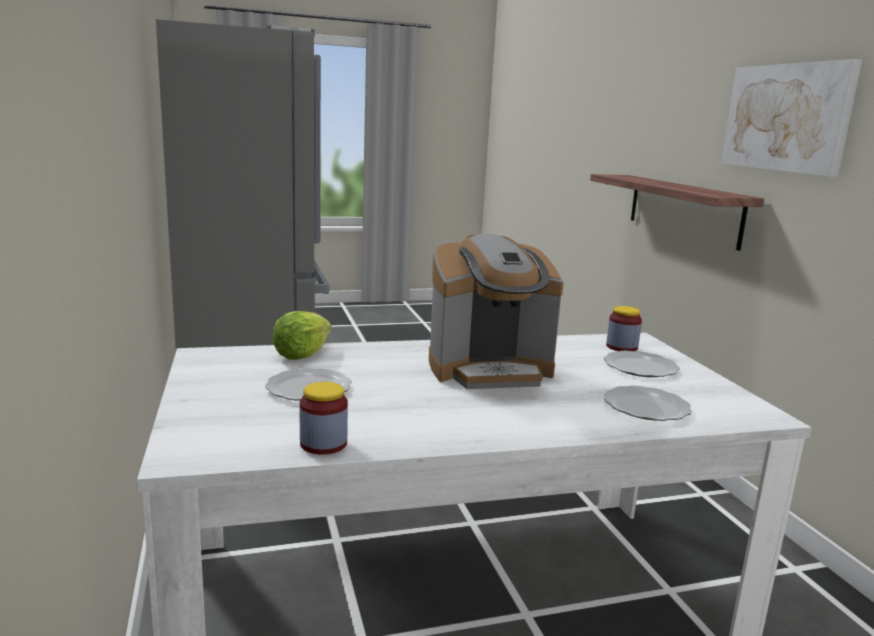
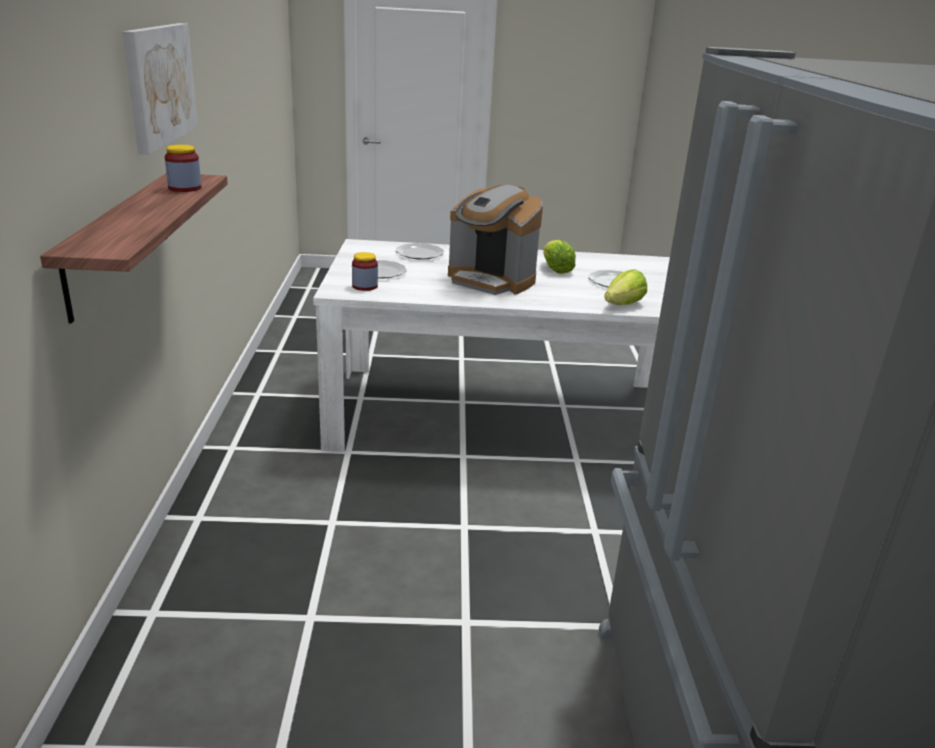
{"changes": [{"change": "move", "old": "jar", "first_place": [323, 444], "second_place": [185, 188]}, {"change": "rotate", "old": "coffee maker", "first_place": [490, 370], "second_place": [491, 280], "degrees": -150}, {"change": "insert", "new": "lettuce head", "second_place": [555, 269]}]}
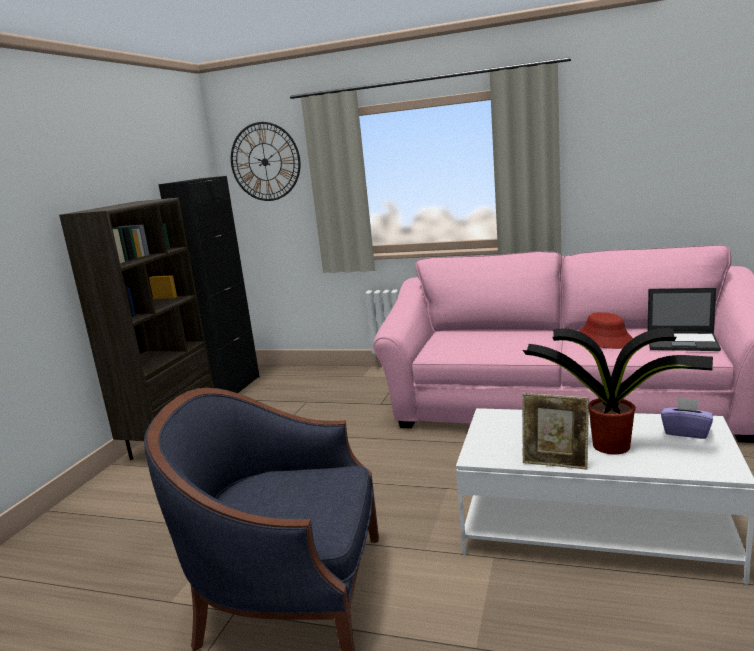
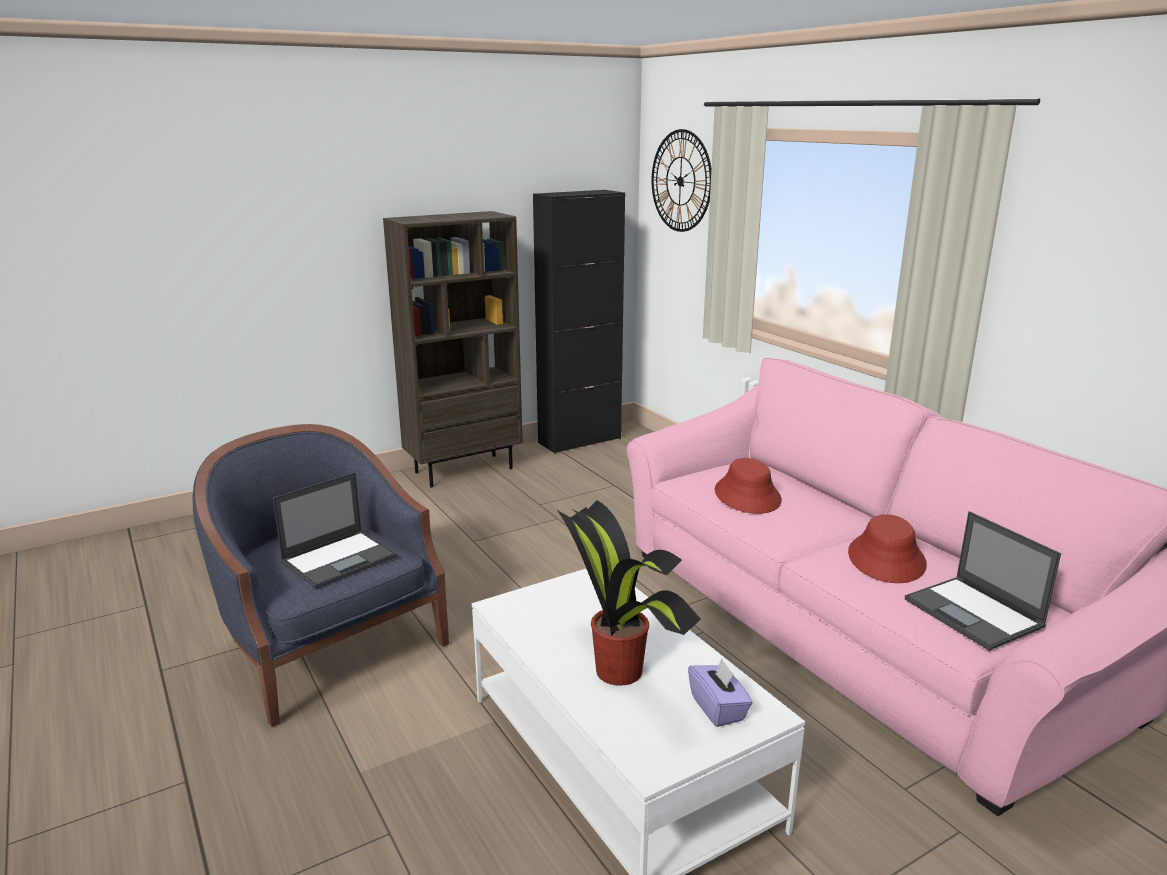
{"changes": [{"change": "insert", "new": "portable computer", "second_place": [340, 559]}, {"change": "insert", "new": "reddish clothing hat", "second_place": [747, 496]}, {"change": "delete", "old": "standing frame", "first_place": [555, 464]}]}
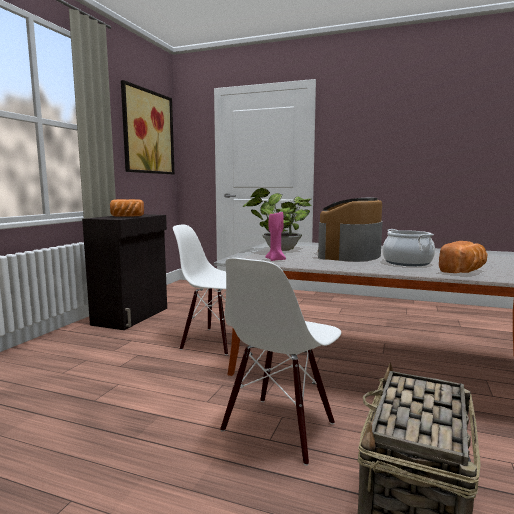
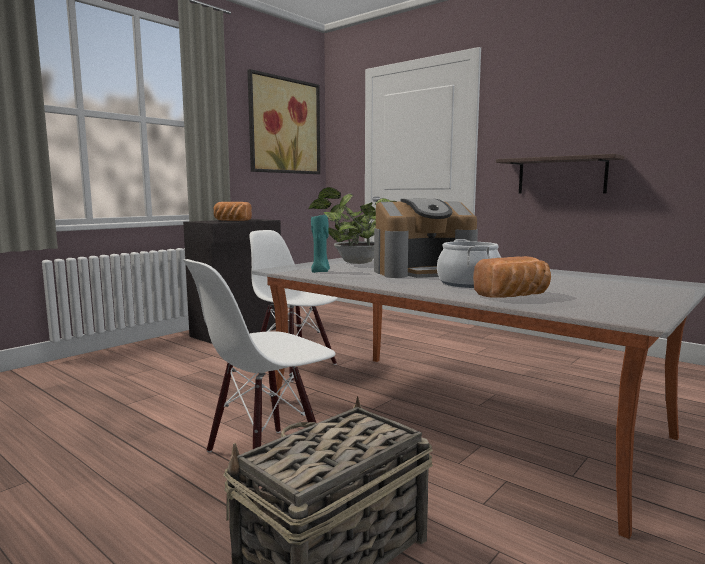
{"changes": [{"change": "recolor", "old": "pink wax light", "new": "turquoise-coloured wax light", "first_place": [276, 259], "second_place": [320, 271]}, {"change": "rotate", "old": "coffee maker", "first_place": [350, 254], "second_place": [423, 271], "degrees": -150}, {"change": "insert", "new": "bracket shelf", "second_place": [561, 175]}]}
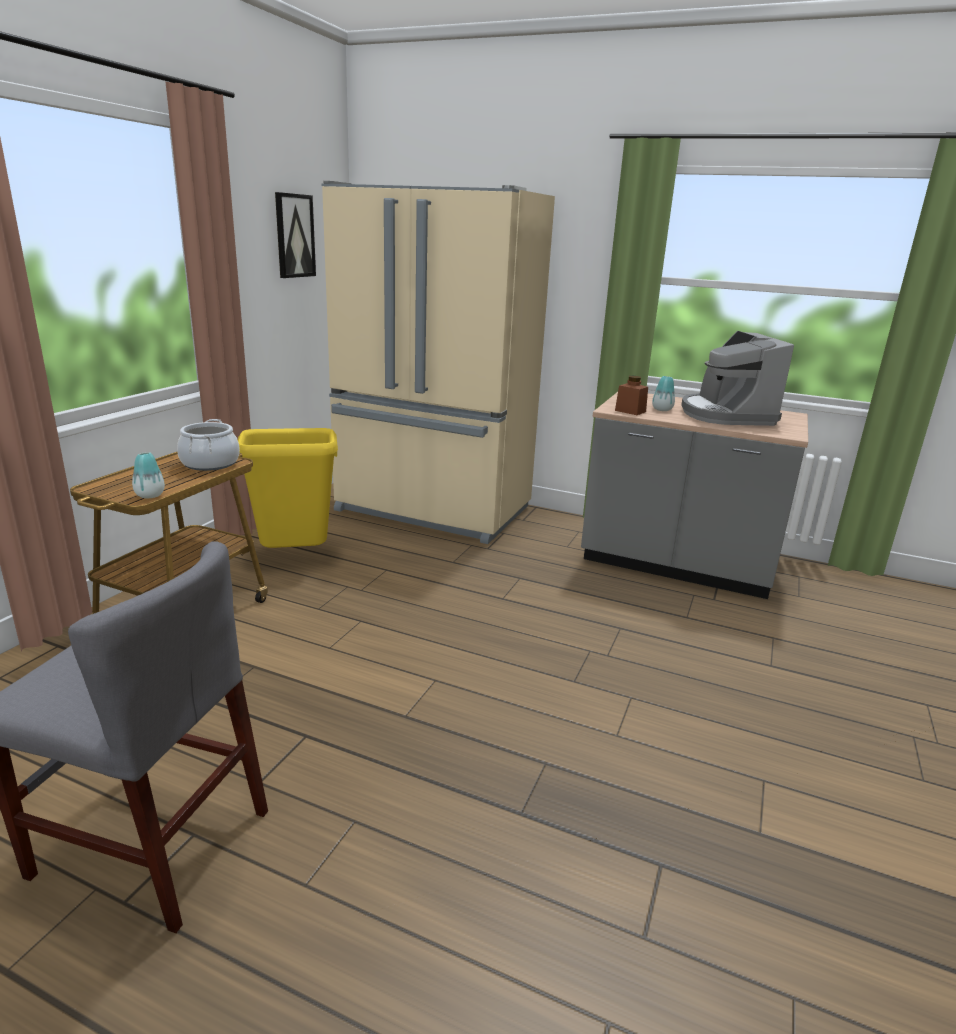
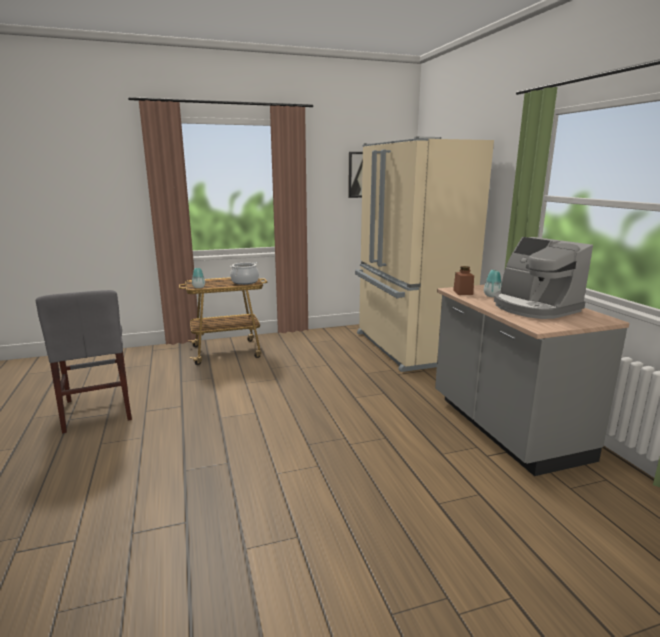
{"changes": [{"change": "rotate", "old": "coffee maker", "first_place": [725, 415], "second_place": [533, 308], "degrees": -75}, {"change": "delete", "old": "yellow waste bin", "first_place": [295, 556]}]}
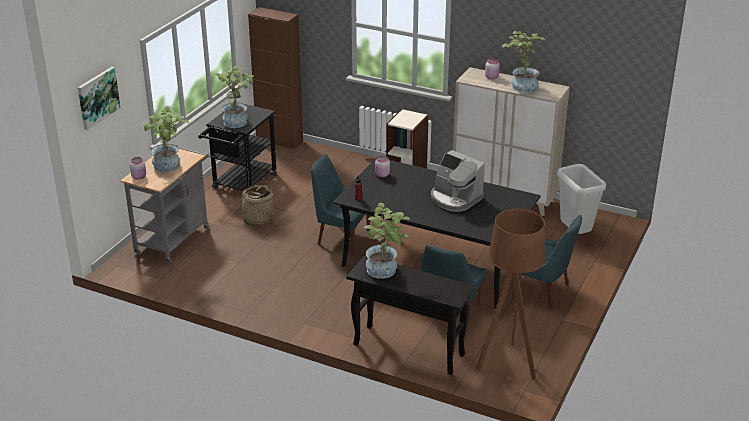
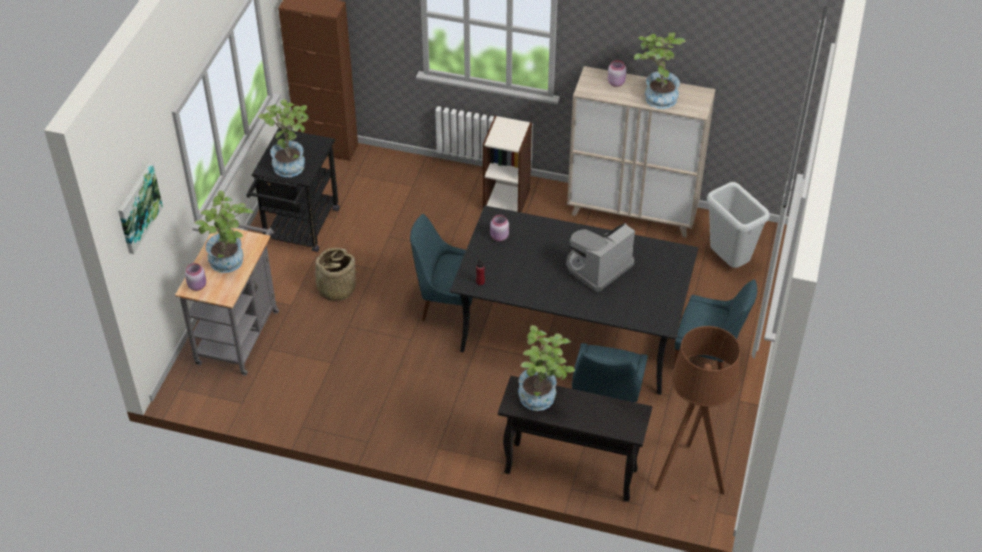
{"changes": [{"change": "rotate", "old": "coffee maker", "first_place": [455, 199], "second_place": [597, 267], "degrees": 105}]}
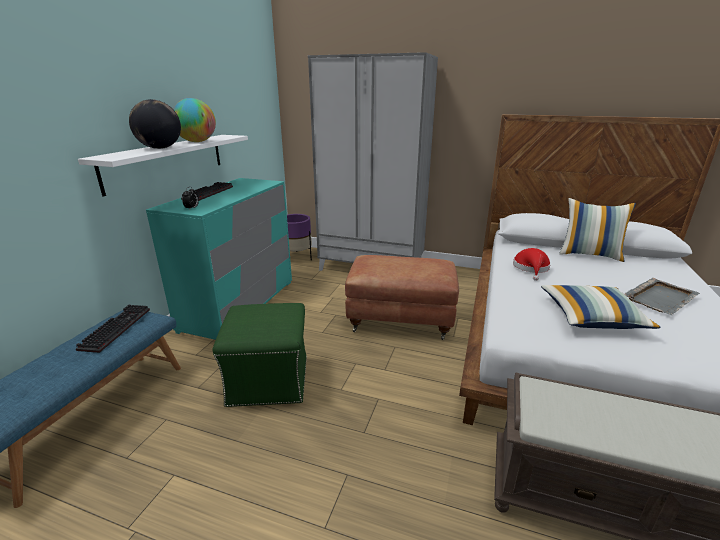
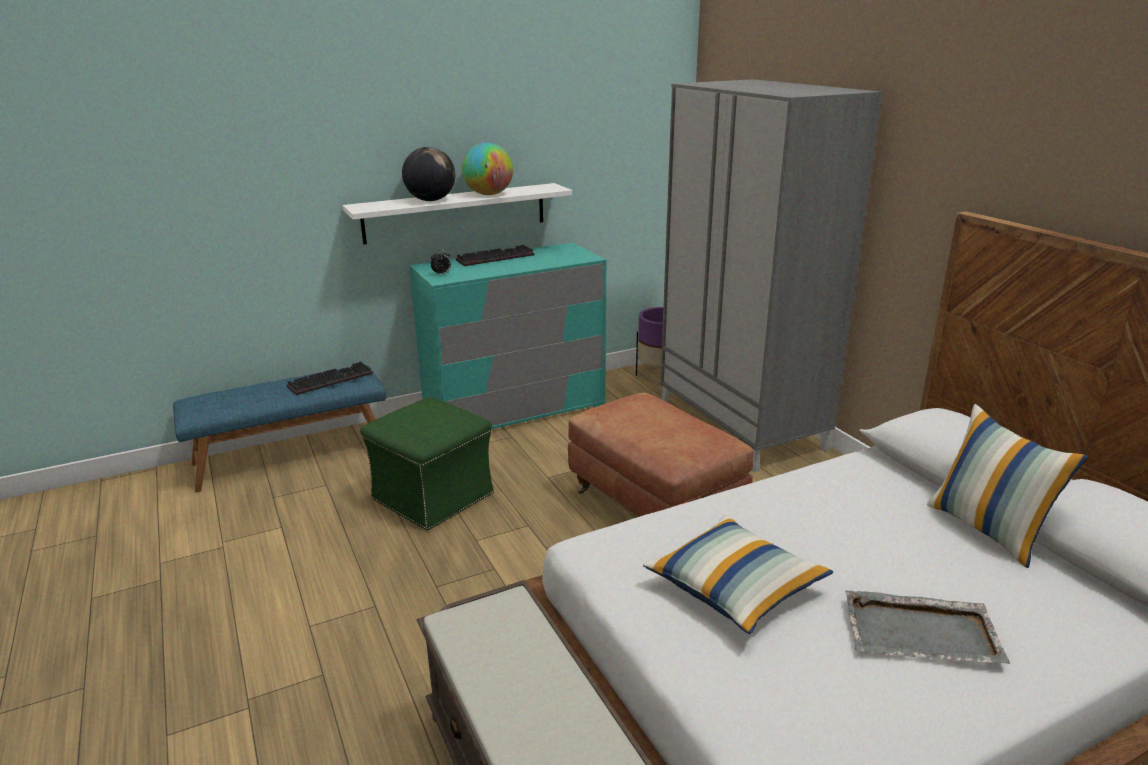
{"changes": [{"change": "delete", "old": "reddish clothing hat", "first_place": [531, 268]}]}
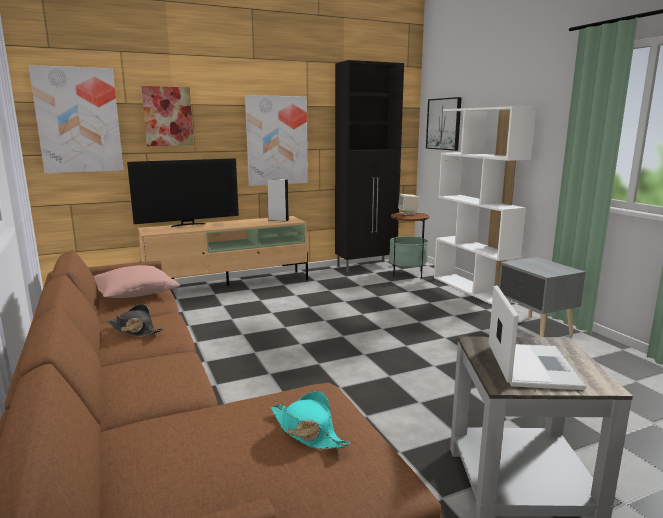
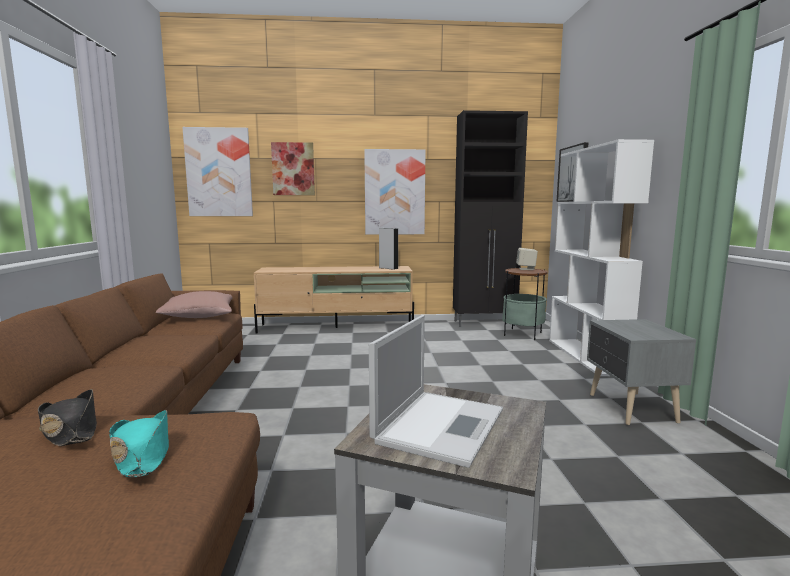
{"changes": [{"change": "move", "old": "black-coloured clothing hat", "first_place": [135, 330], "second_place": [70, 431]}, {"change": "delete", "old": "TV set", "first_place": [188, 225]}]}
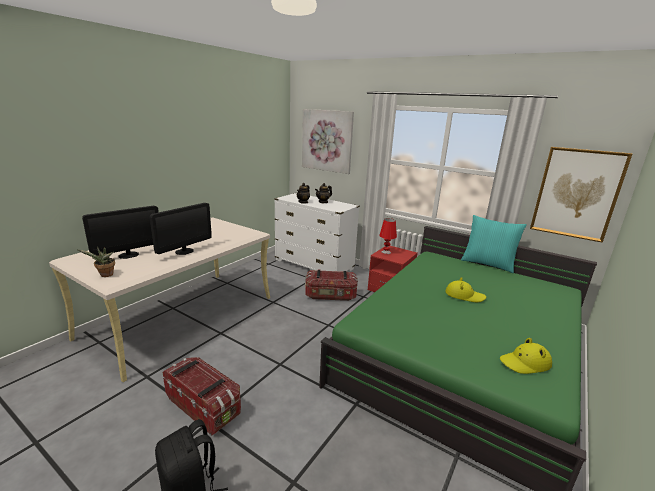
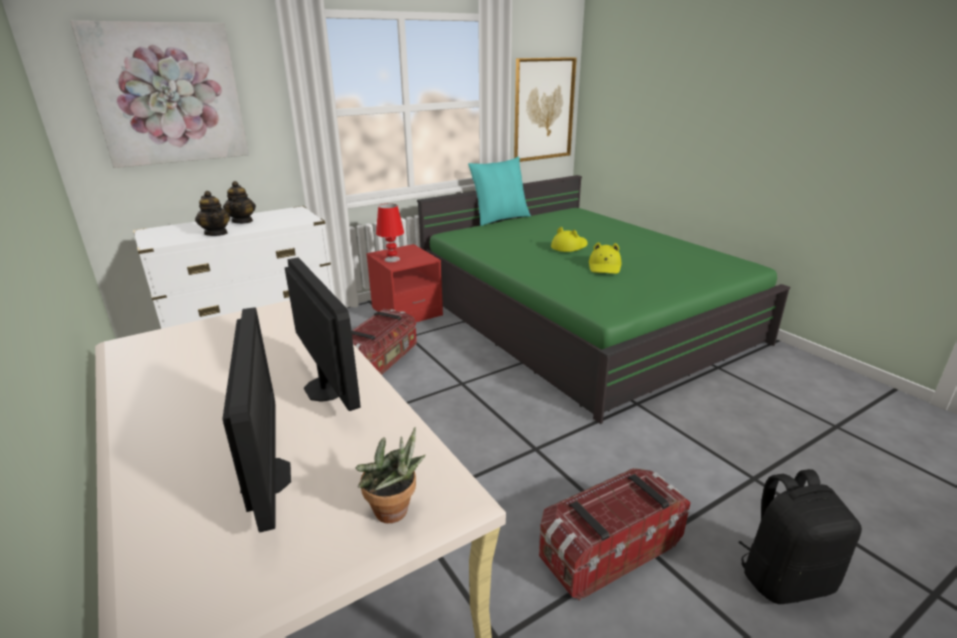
{"changes": [{"change": "move", "old": "yellow clothing hat", "first_place": [525, 363], "second_place": [605, 267]}]}
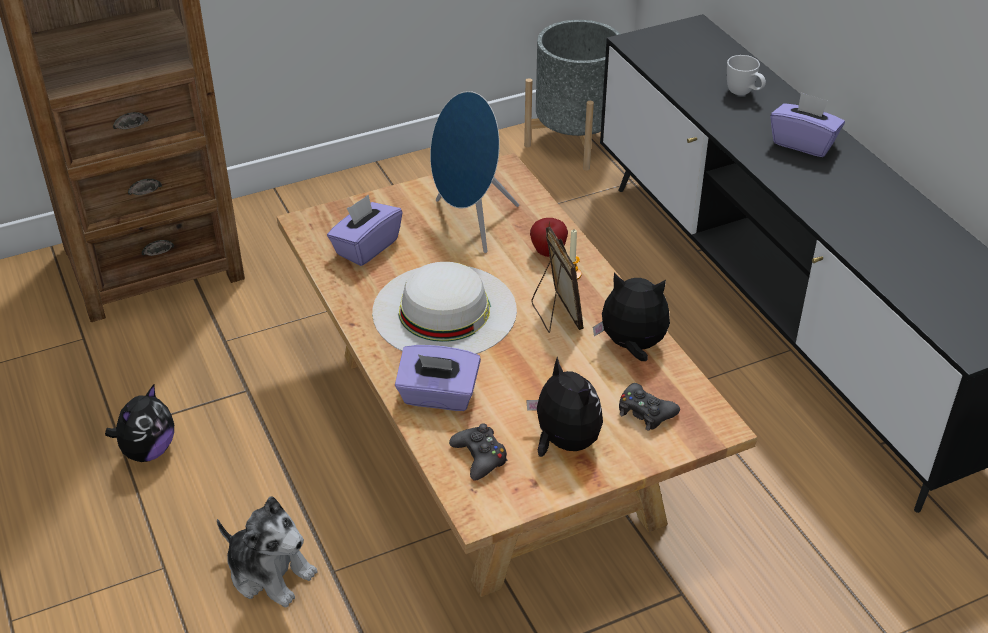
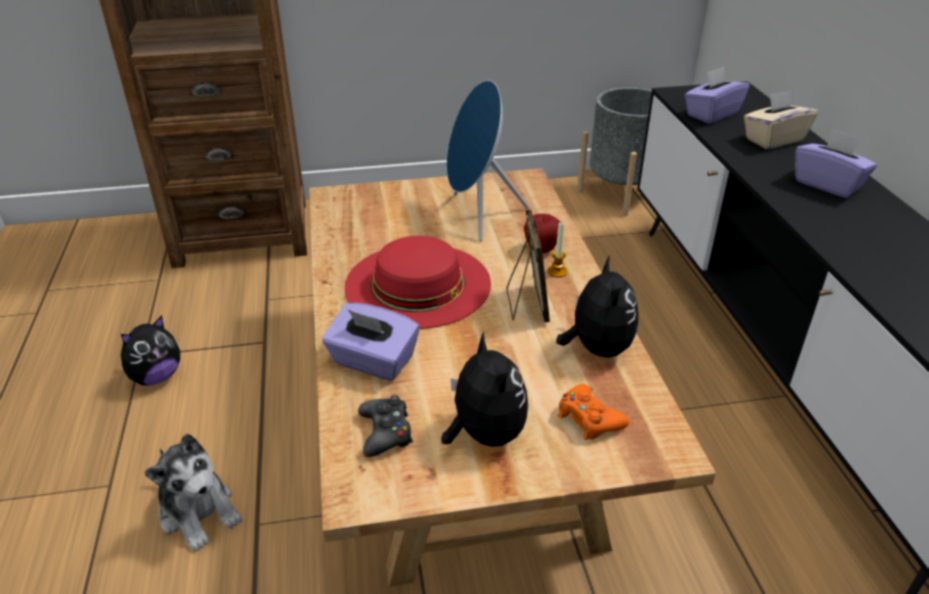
{"changes": [{"change": "recolor", "old": "whitish clothing hat", "new": "reddish clothing hat", "first_place": [444, 310], "second_place": [418, 284]}, {"change": "rotate", "old": "plush toy", "first_place": [632, 346], "second_place": [596, 348], "degrees": 60}, {"change": "recolor", "old": "black-coloured joypad", "new": "orange-coloured joypad", "first_place": [645, 412], "second_place": [589, 419]}, {"change": "move", "old": "purple-coloured box of tissues", "first_place": [366, 247], "second_place": [711, 114]}, {"change": "replace", "old": "whitish tea mug", "new": "beige-coloured box of tissues", "first_place": [744, 93], "second_place": [773, 139]}]}
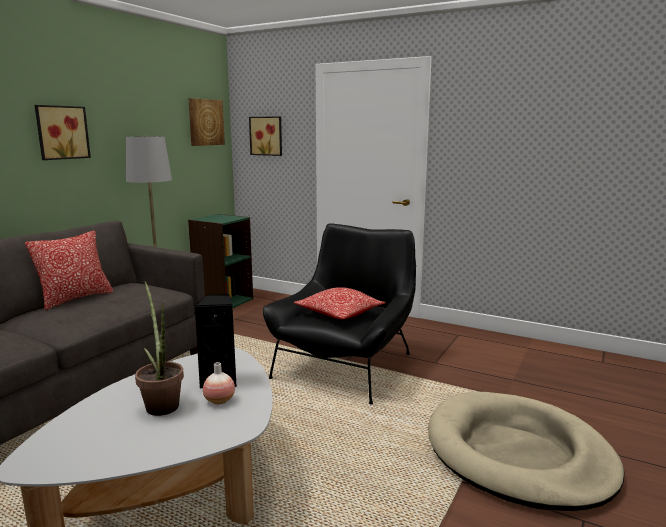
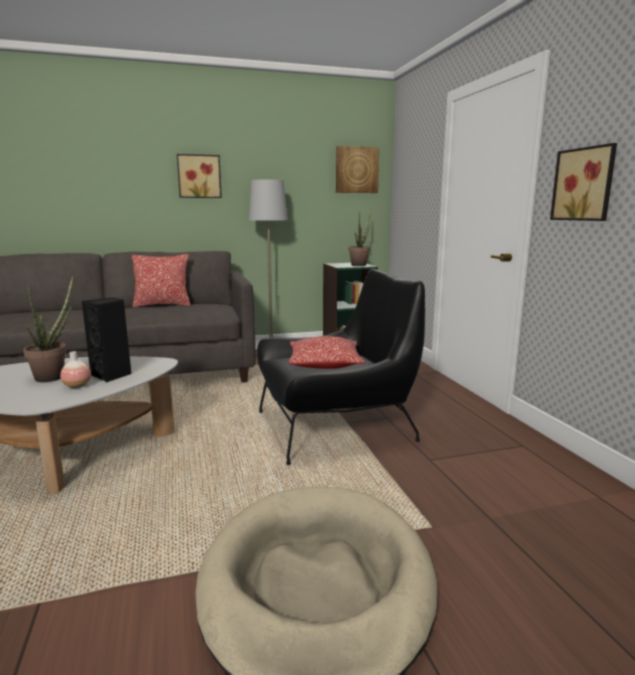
{"changes": [{"change": "insert", "new": "houseplant", "second_place": [360, 265]}, {"change": "move", "old": "wall art", "first_place": [267, 136], "second_place": [585, 184]}]}
